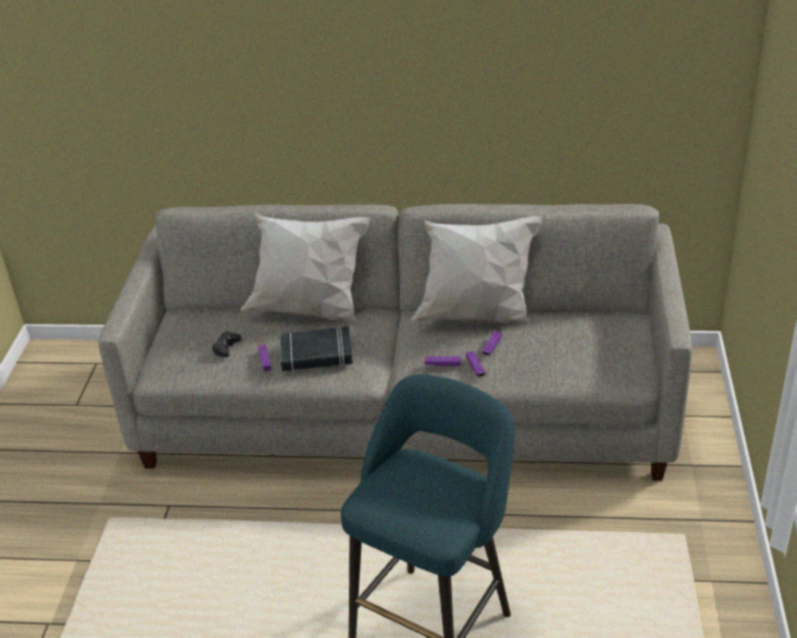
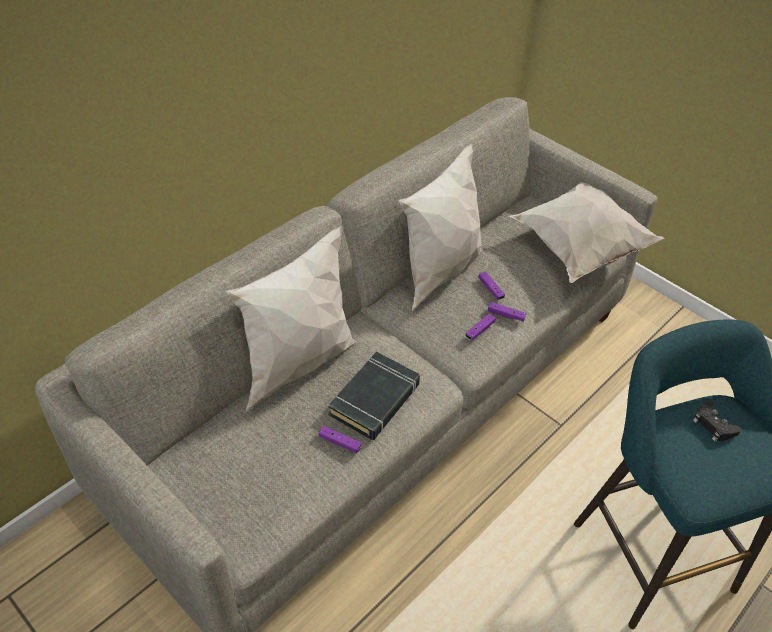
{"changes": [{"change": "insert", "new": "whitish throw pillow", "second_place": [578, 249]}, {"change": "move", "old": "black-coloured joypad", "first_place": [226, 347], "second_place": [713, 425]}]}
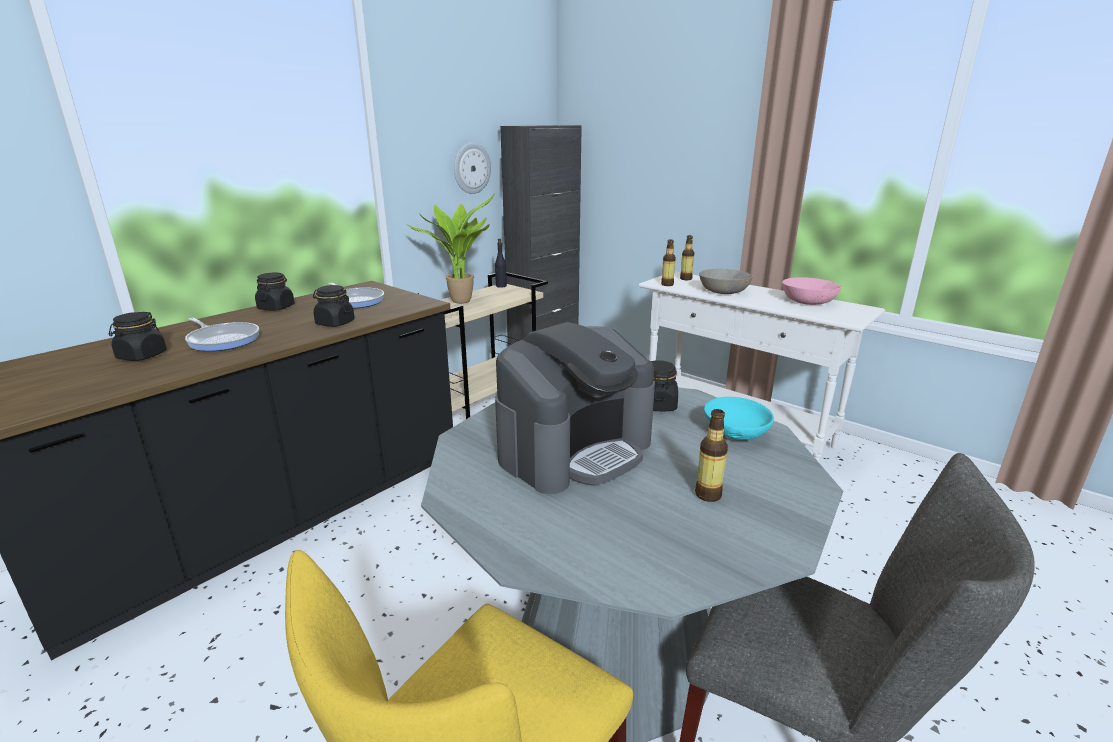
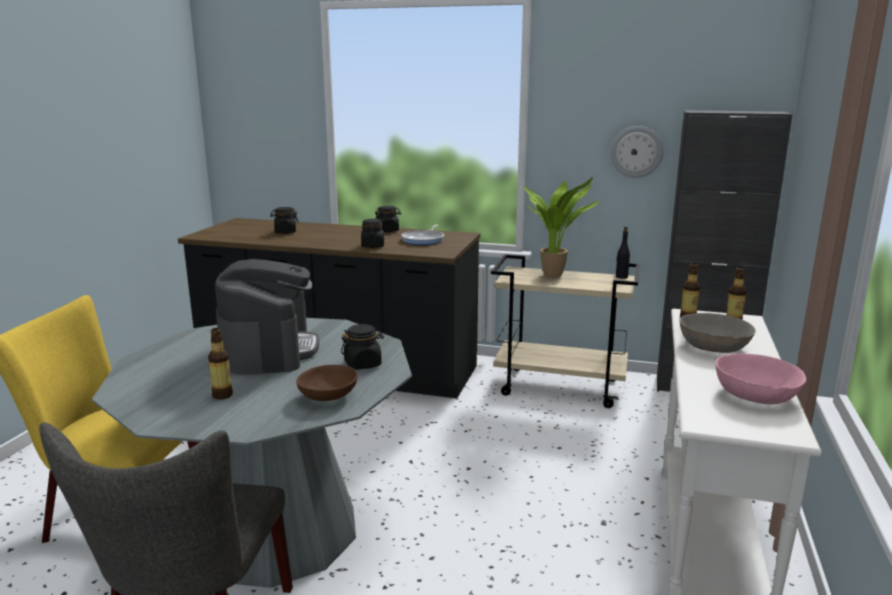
{"changes": [{"change": "rotate", "old": "coffee maker", "first_place": [575, 449], "second_place": [269, 350], "degrees": -120}, {"change": "recolor", "old": "turquoise-coloured deep dish", "new": "brown-coloured deep dish", "first_place": [736, 433], "second_place": [329, 397]}, {"change": "delete", "old": "frying pan", "first_place": [223, 340]}]}
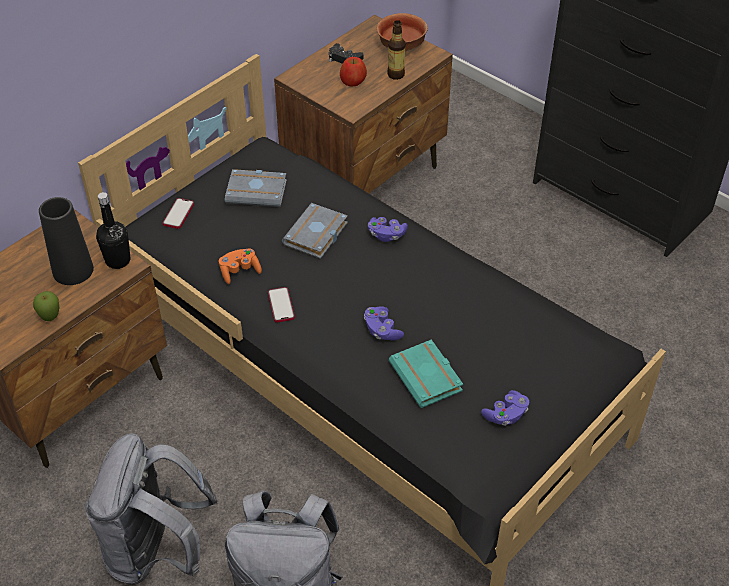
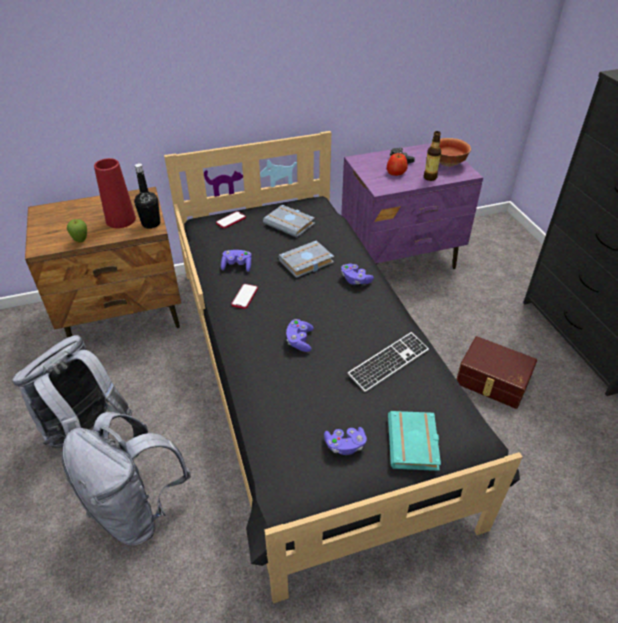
{"changes": [{"change": "recolor", "old": "black-coloured vase", "new": "reddish vase", "first_place": [73, 270], "second_place": [120, 220]}, {"change": "recolor", "old": "orange-coloured joypad", "new": "purple-coloured joypad", "first_place": [240, 271], "second_place": [237, 266]}, {"change": "recolor", "old": "brown-coloured night table", "new": "purple-coloured night table", "first_place": [365, 178], "second_place": [400, 258]}, {"change": "insert", "new": "PC keyboard", "second_place": [388, 363]}, {"change": "move", "old": "turquoise-coloured bound book", "first_place": [428, 377], "second_place": [415, 445]}, {"change": "insert", "new": "brown-coloured storage bin", "second_place": [492, 382]}]}
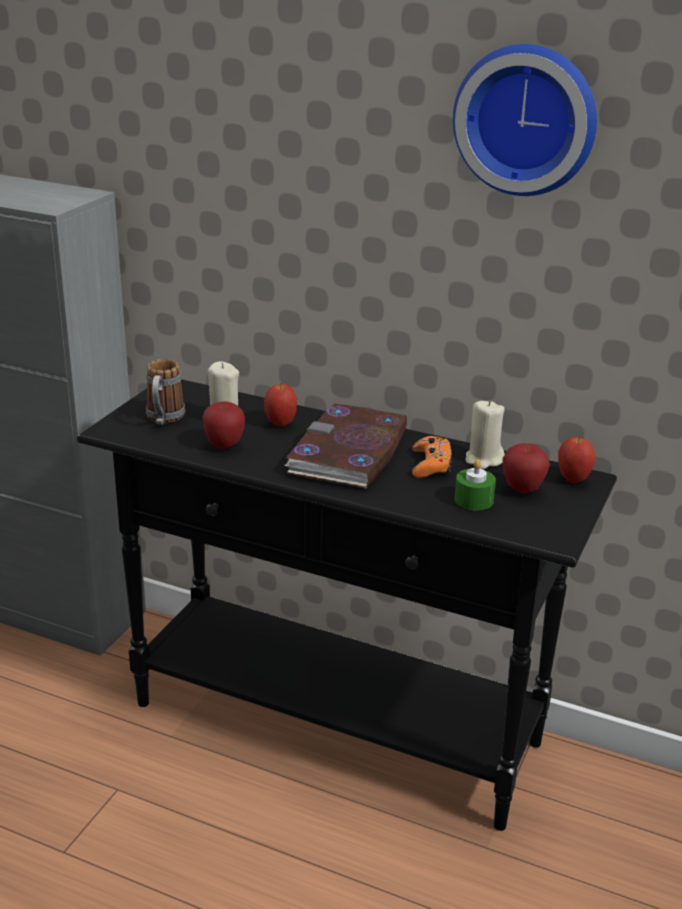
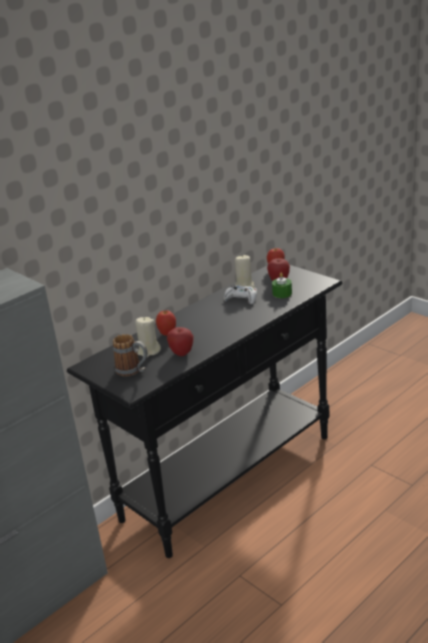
{"changes": [{"change": "recolor", "old": "orange-coloured joypad", "new": "whitish joypad", "first_place": [431, 464], "second_place": [241, 299]}, {"change": "delete", "old": "bound book", "first_place": [349, 452]}, {"change": "delete", "old": "clock on the wall", "first_place": [527, 119]}]}
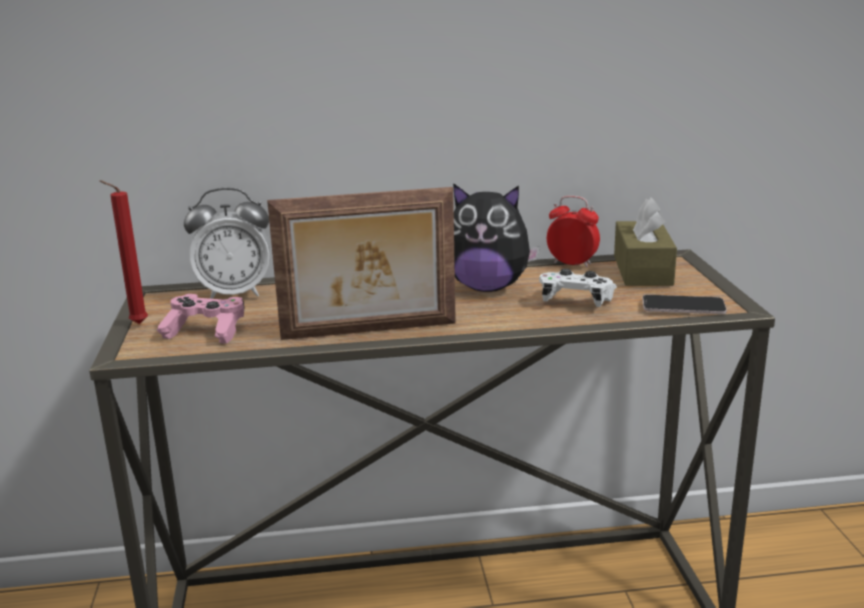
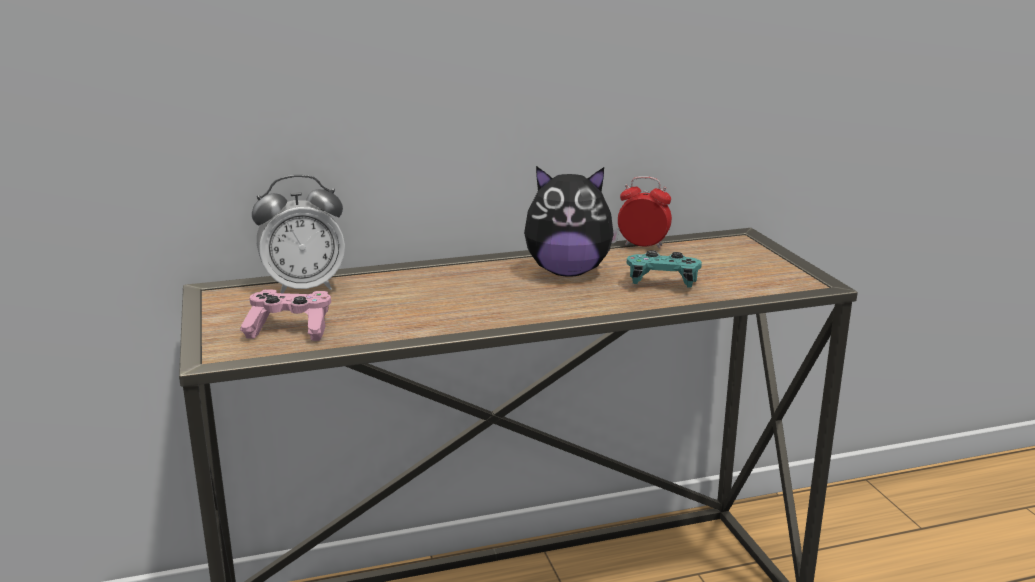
{"changes": [{"change": "recolor", "old": "whitish joypad", "new": "turquoise-coloured joypad", "first_place": [576, 302], "second_place": [662, 283]}, {"change": "delete", "old": "reddish wax light", "first_place": [136, 324]}, {"change": "delete", "old": "standing frame", "first_place": [369, 332]}, {"change": "delete", "old": "brown-coloured box of tissues", "first_place": [642, 270]}, {"change": "delete", "old": "handset", "first_place": [683, 306]}]}
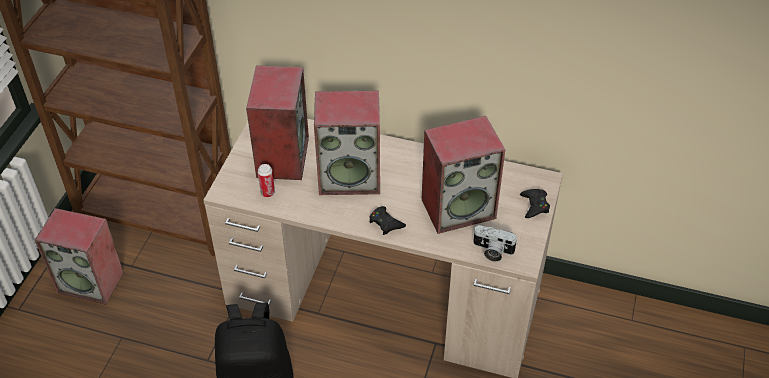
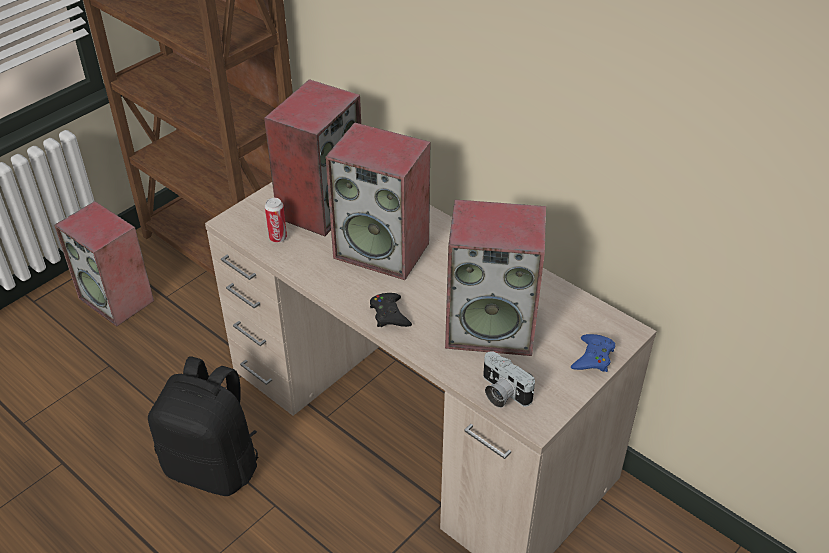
{"changes": [{"change": "recolor", "old": "black-coloured joypad", "new": "blue joypad", "first_place": [534, 205], "second_place": [593, 357]}]}
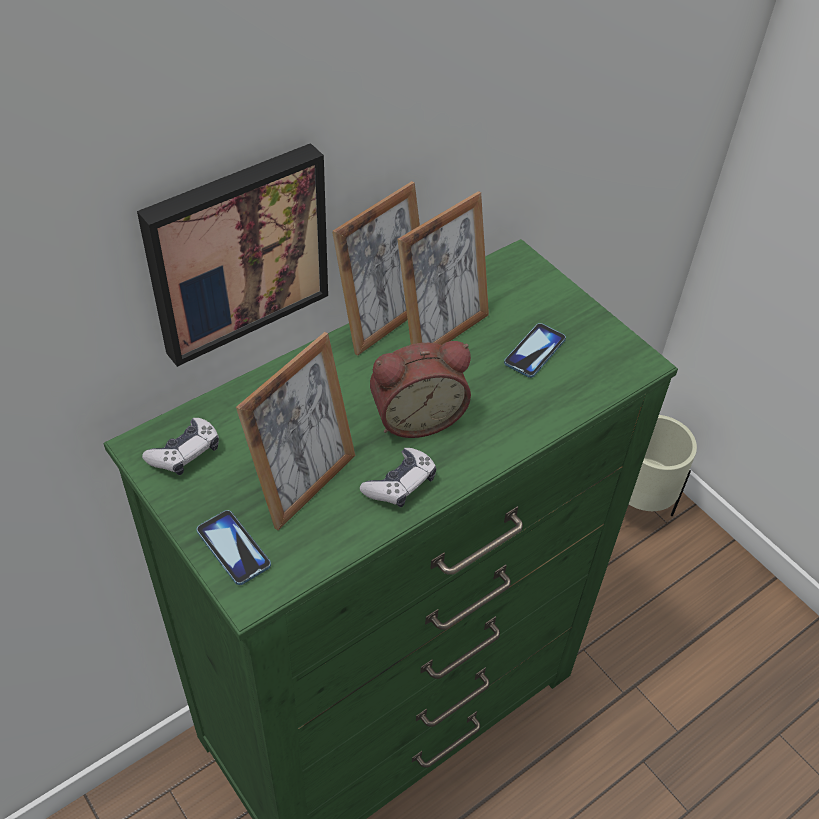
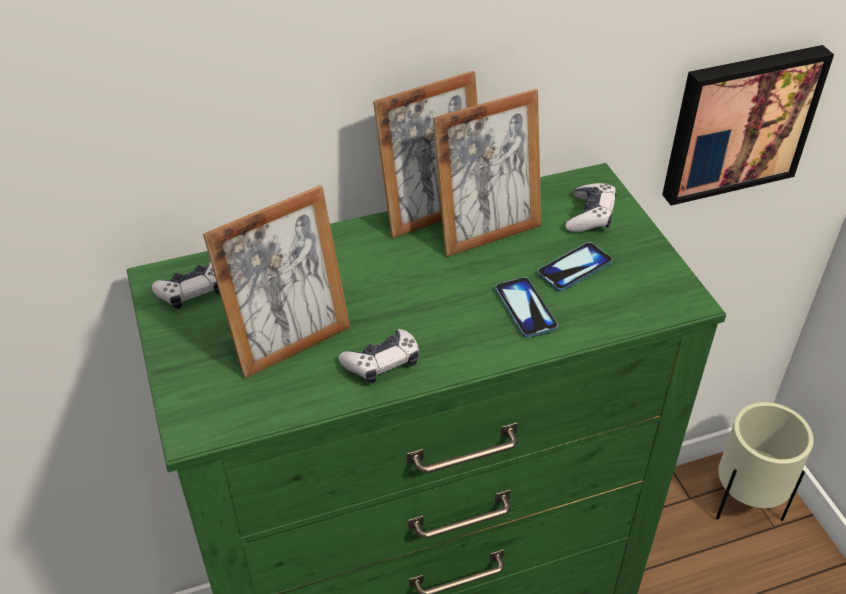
{"changes": [{"change": "move", "old": "handset", "first_place": [233, 548], "second_place": [525, 308]}, {"change": "insert", "new": "joypad", "second_place": [590, 216]}, {"change": "move", "old": "wall art", "first_place": [236, 251], "second_place": [739, 122]}, {"change": "delete", "old": "bedside clock", "first_place": [416, 416]}]}
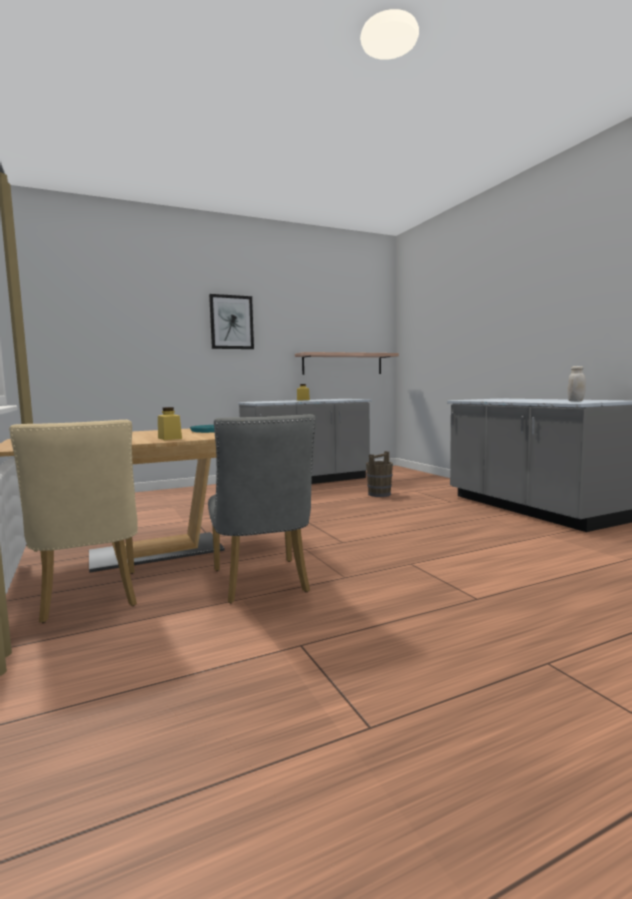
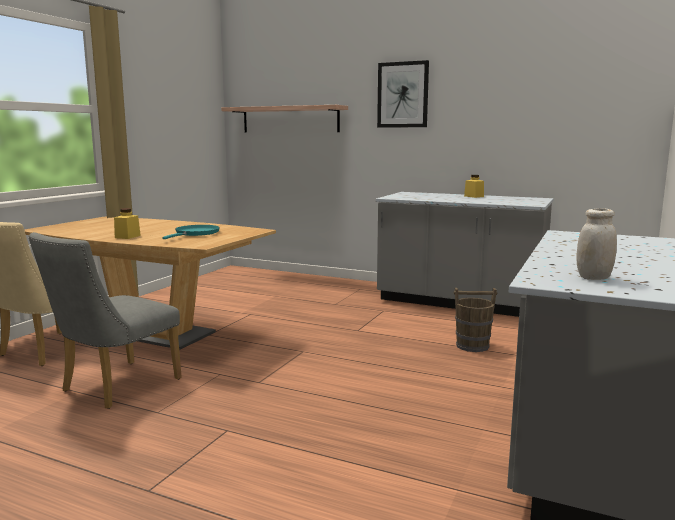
{"changes": [{"change": "move", "old": "bracket shelf", "first_place": [342, 364], "second_place": [290, 119]}]}
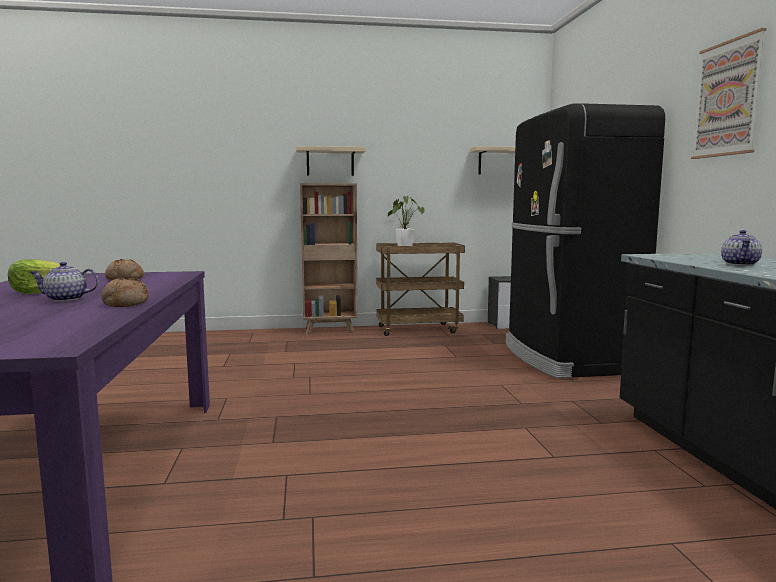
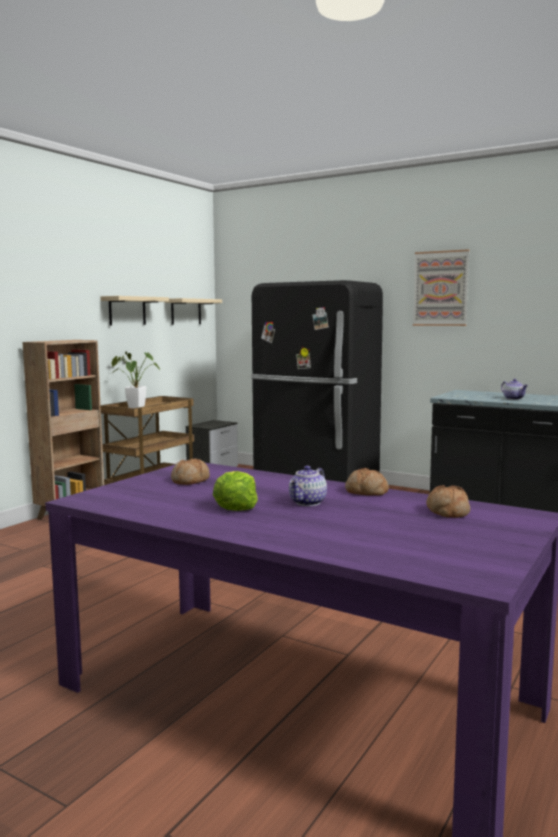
{"changes": [{"change": "move", "old": "beige-coloured bracket shelf", "first_place": [330, 162], "second_place": [127, 311]}, {"change": "insert", "new": "bakery bread", "second_place": [447, 512]}]}
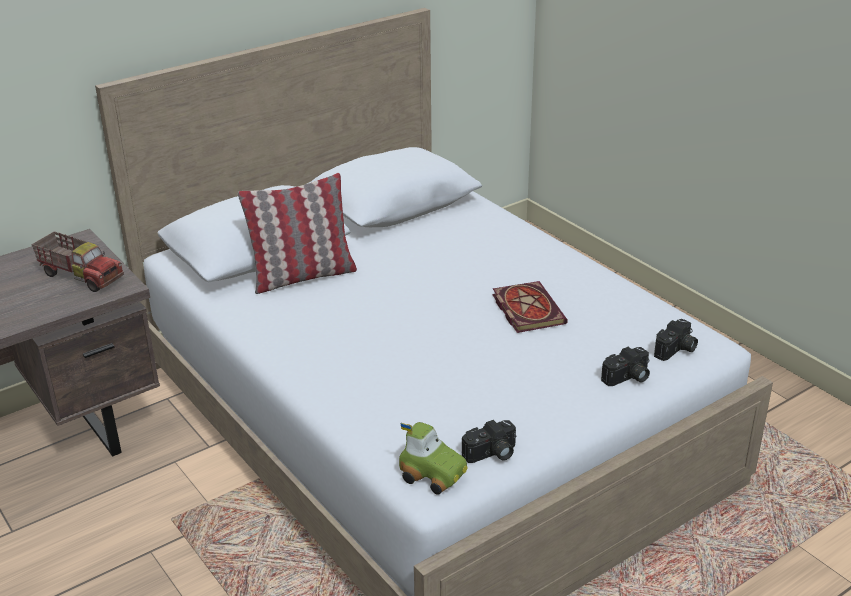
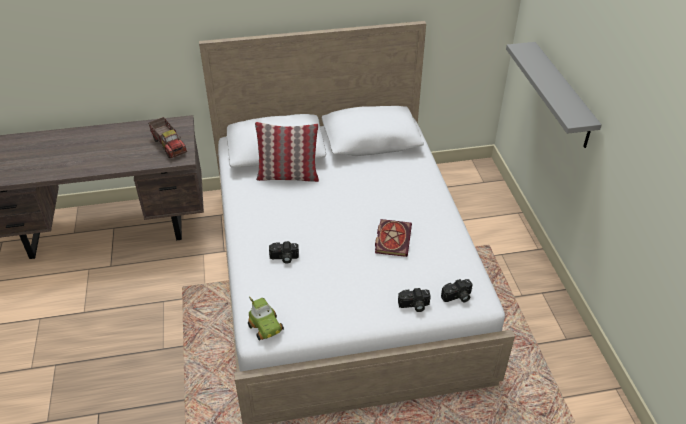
{"changes": [{"change": "move", "old": "still camera", "first_place": [491, 454], "second_place": [284, 258]}, {"change": "insert", "new": "grey bracket shelf", "second_place": [562, 95]}]}
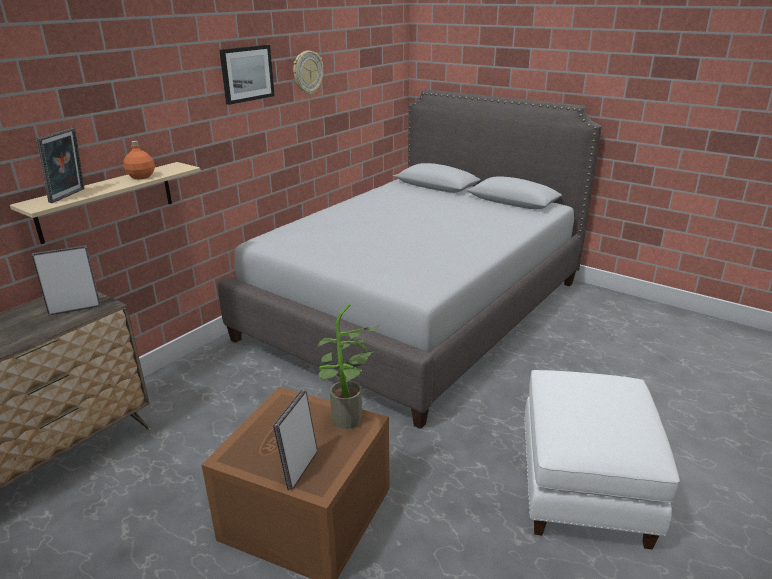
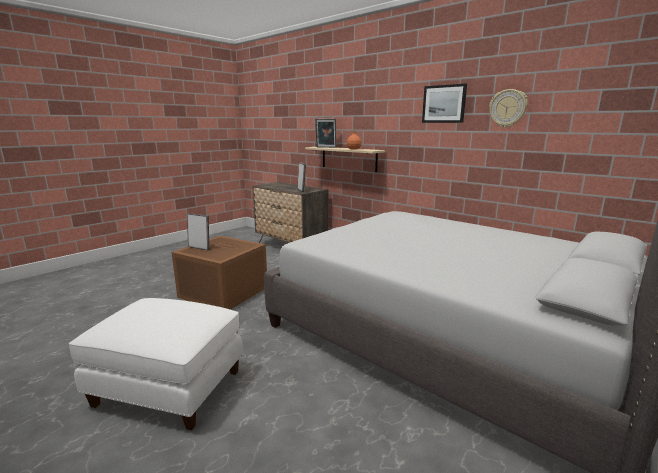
{"changes": [{"change": "delete", "old": "houseplant", "first_place": [347, 423]}]}
